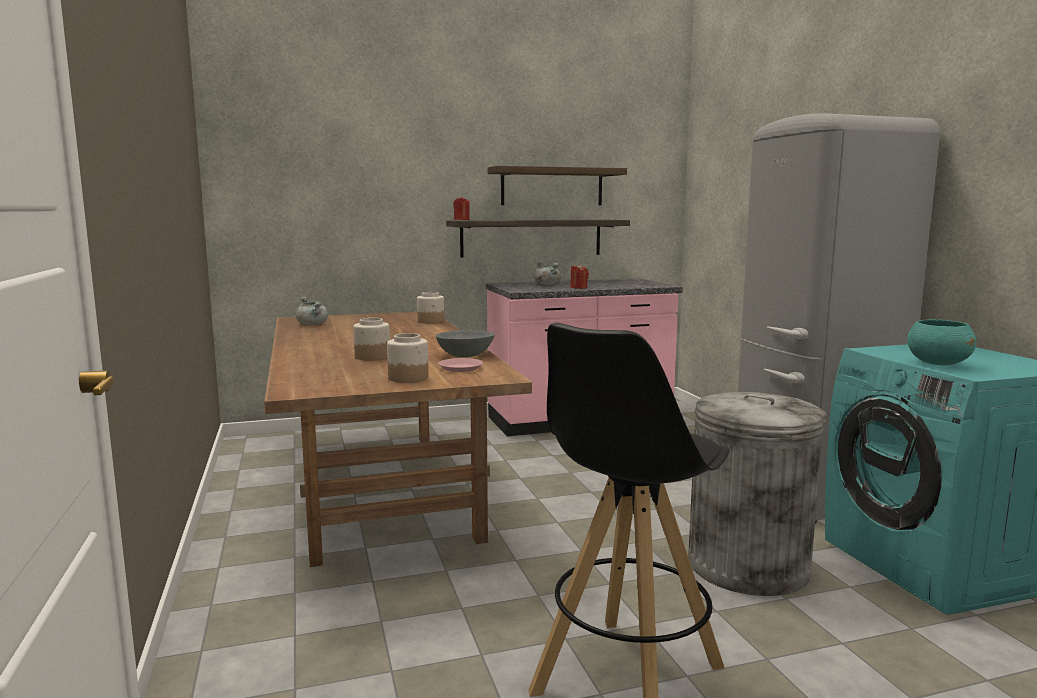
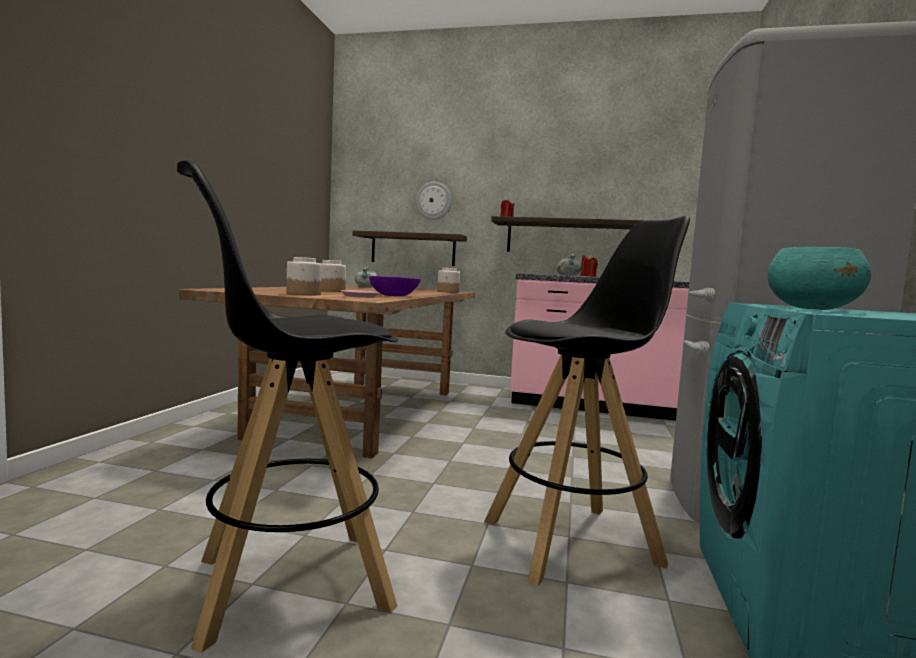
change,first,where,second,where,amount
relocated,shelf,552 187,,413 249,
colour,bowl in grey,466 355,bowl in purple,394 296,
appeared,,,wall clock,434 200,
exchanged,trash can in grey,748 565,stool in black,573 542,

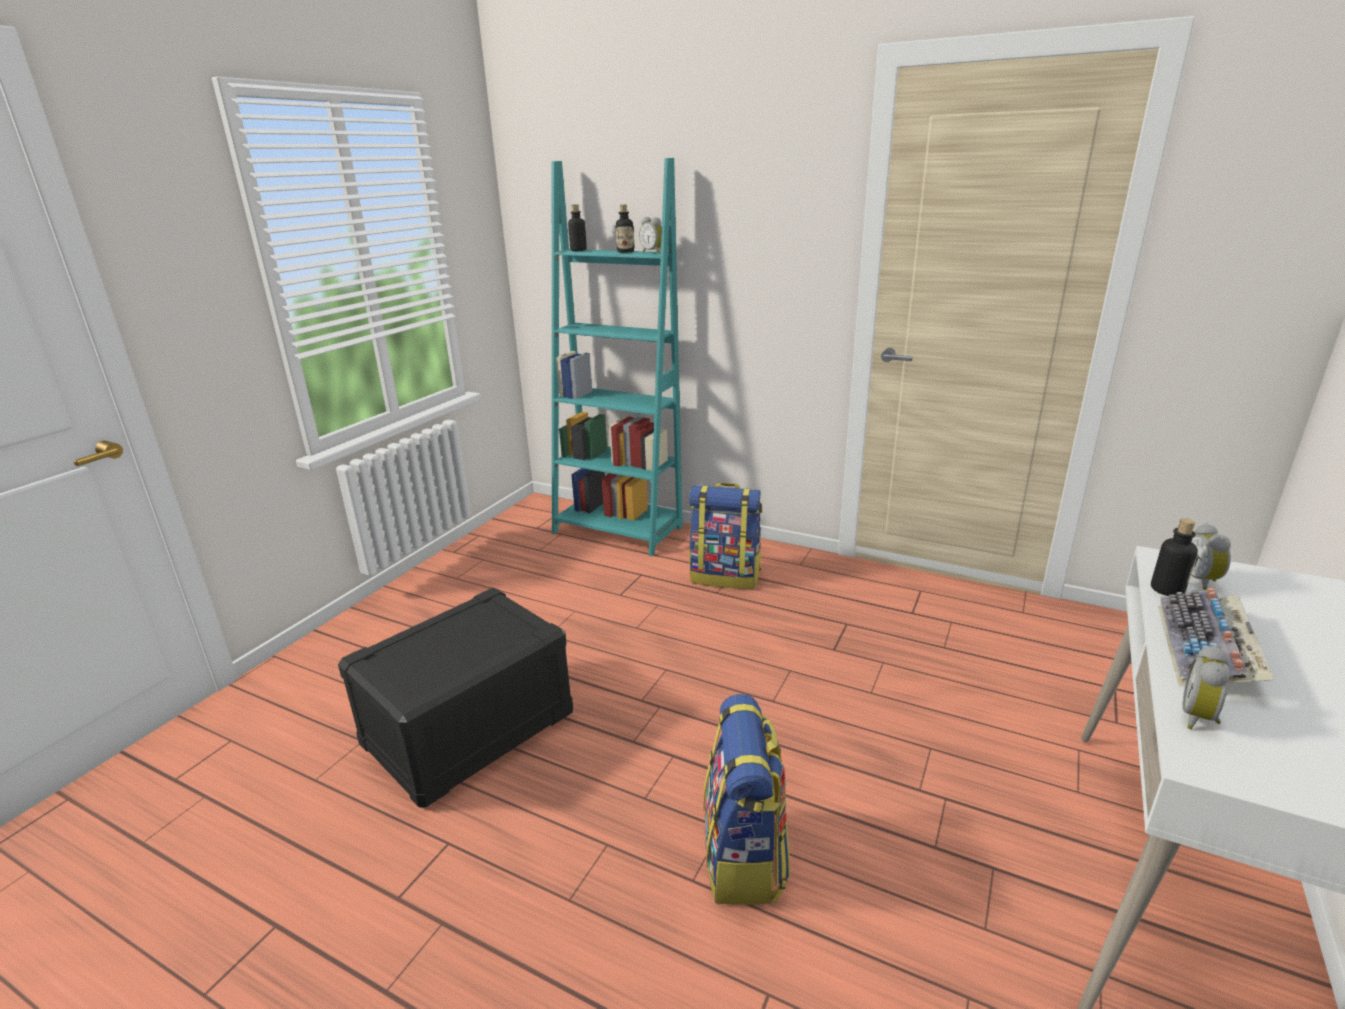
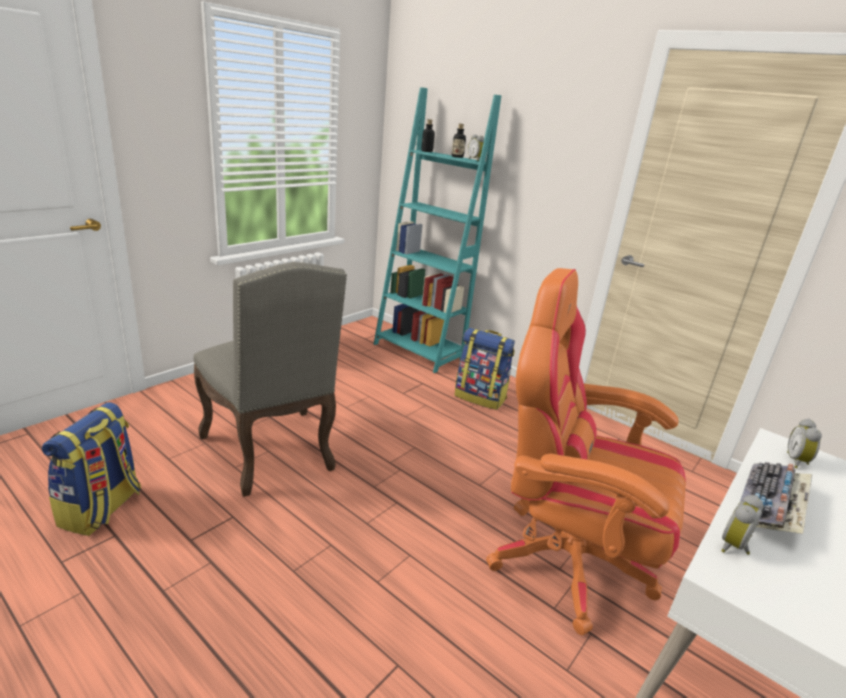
change,first,where,second,where,amount
relocated,backpack,745 857,,102 509,
exchanged,storage box in black,469 730,chair in grey,272 453,
appeared,,,office chair in orange,569 561,
missing,bottle,1167 590,,,

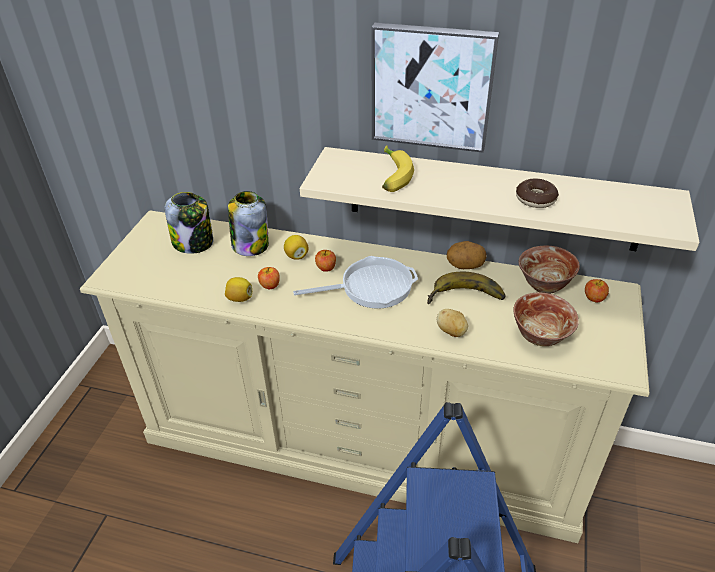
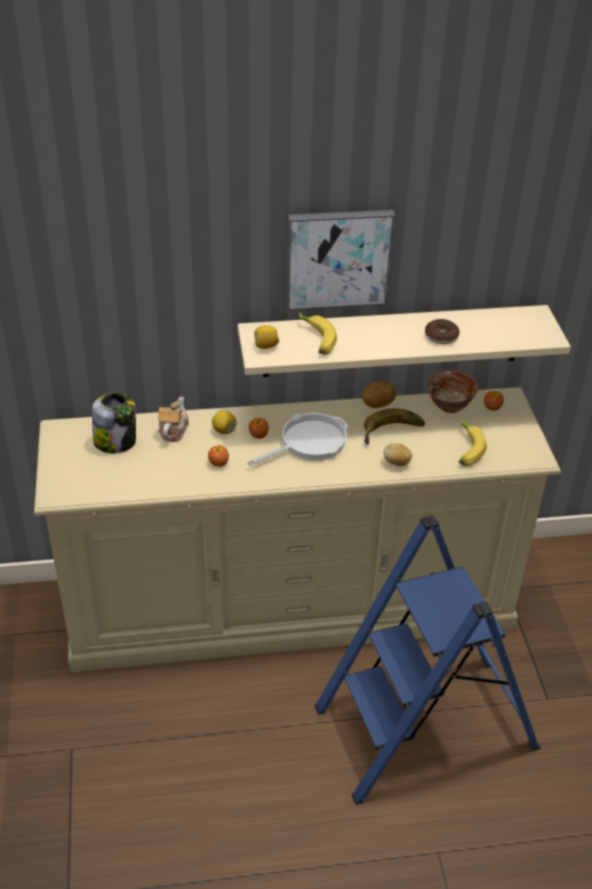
change,first,where,second,where,amount
exchanged,jar,250 245,teapot,173 430,
relocated,lemon,239 298,,266 346,
exchanged,bowl,540 336,banana,466 448,

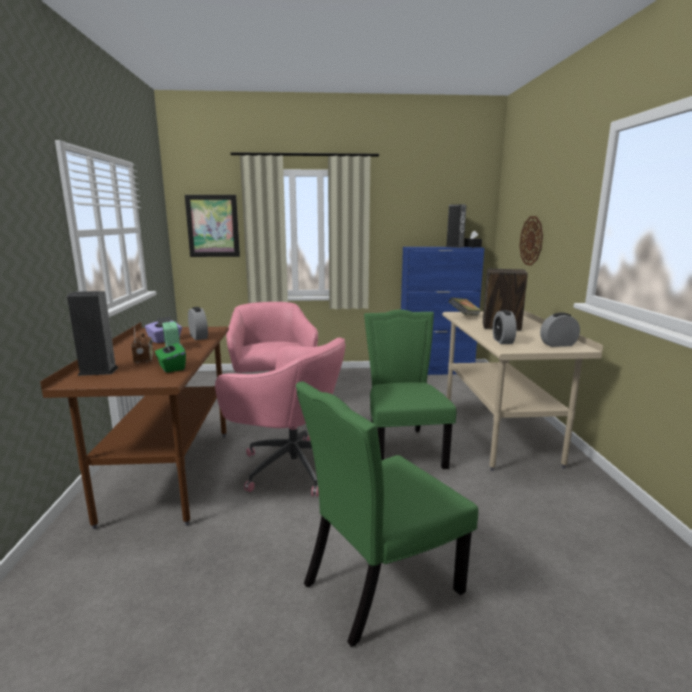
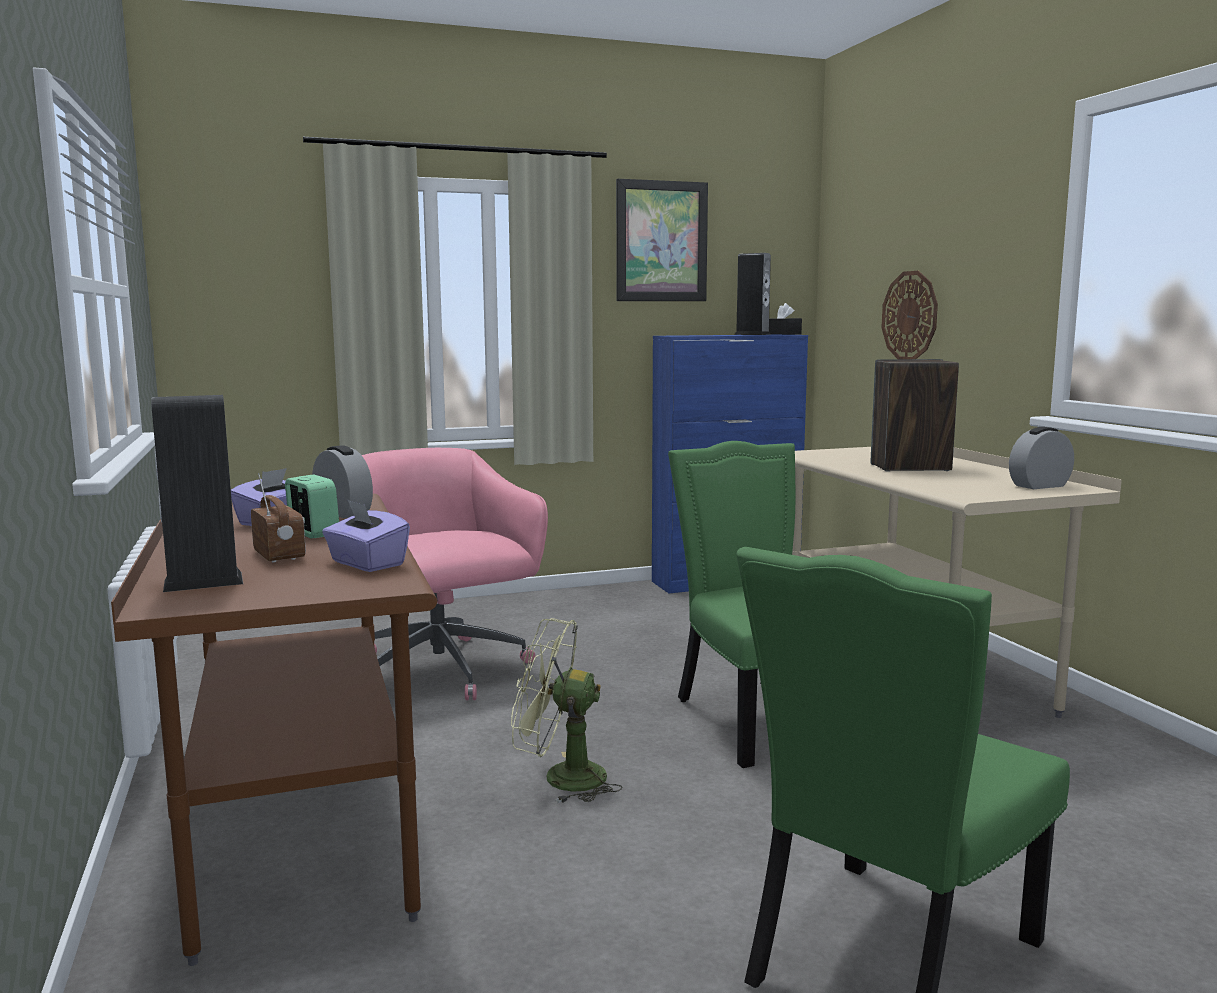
change,first,where,second,where,amount
colour,tissue box in green,171 367,tissue box in purple,366 564,
exchanged,office chair in pink,290 466,fan in green,561 778,
relocated,picture,213 226,,661 241,
missing,book,464 317,,,
missing,alarm clock,502 341,,,

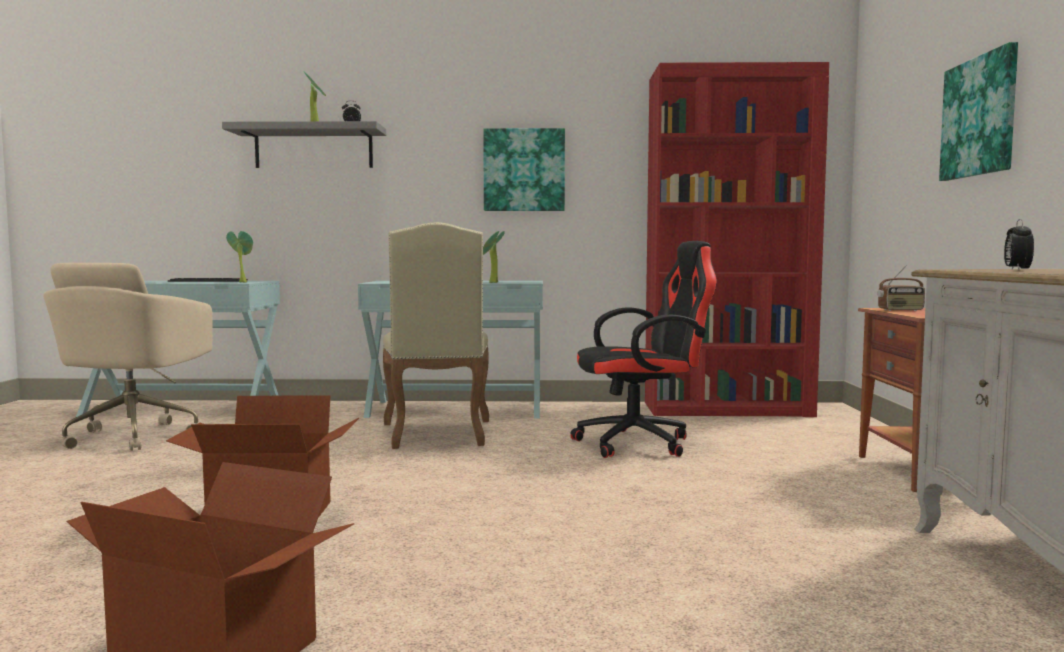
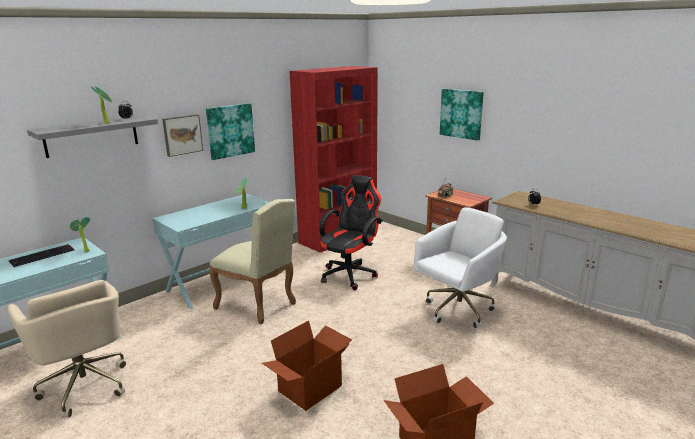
change,first,where,second,where,amount
appeared,,,picture,182 135,
appeared,,,office chair in white,456 312,

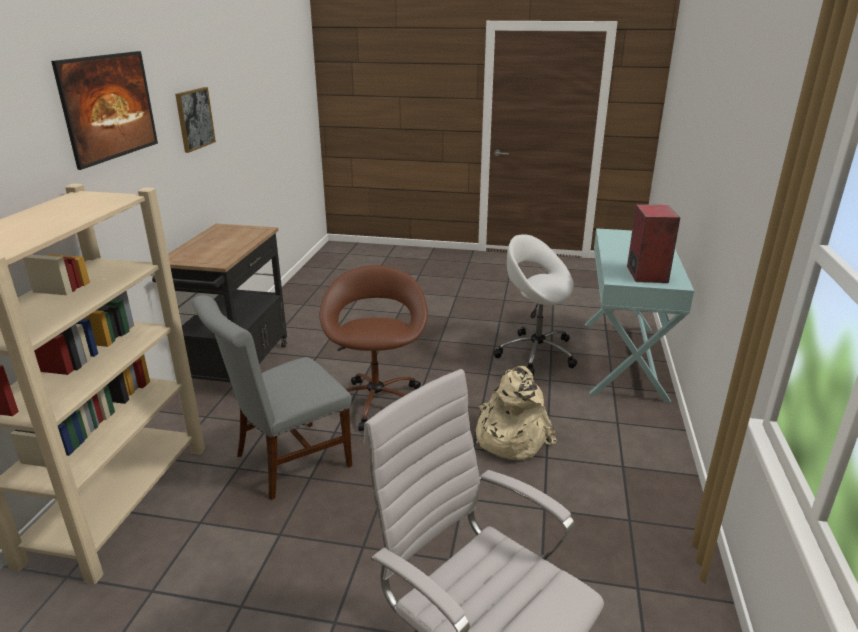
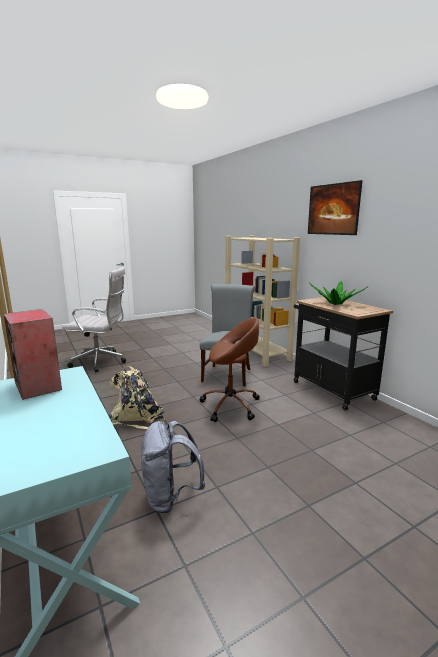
change,first,where,second,where,amount
exchanged,office chair in white,535 353,backpack in grey,170 497,
spun,office chair in brown,378 402,,232 405,45 degrees counterclockwise
appeared,,,potted plant,335 304,
missing,picture,194 119,,,

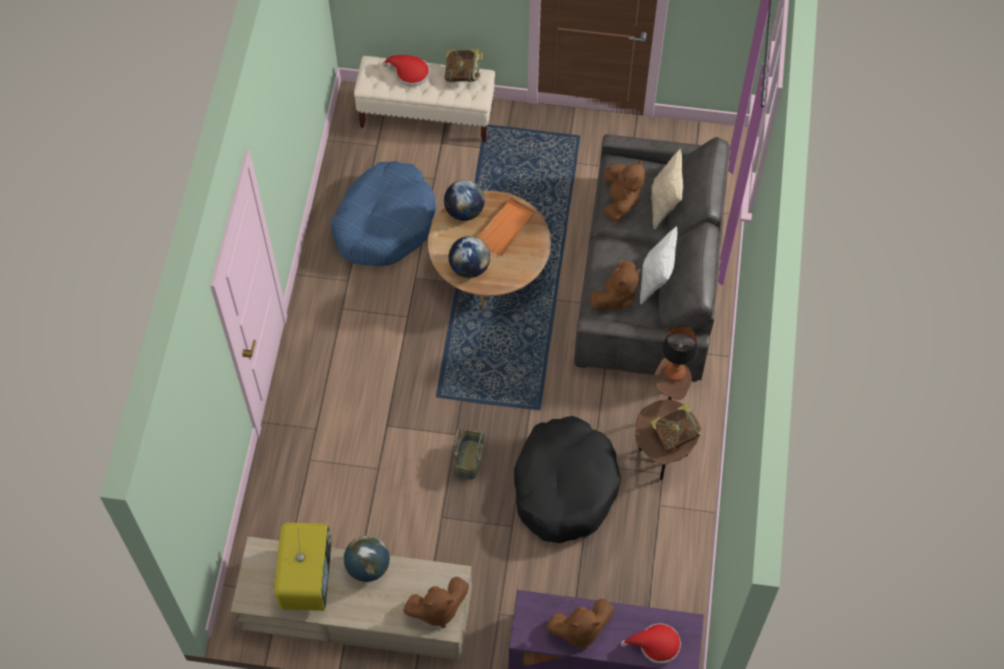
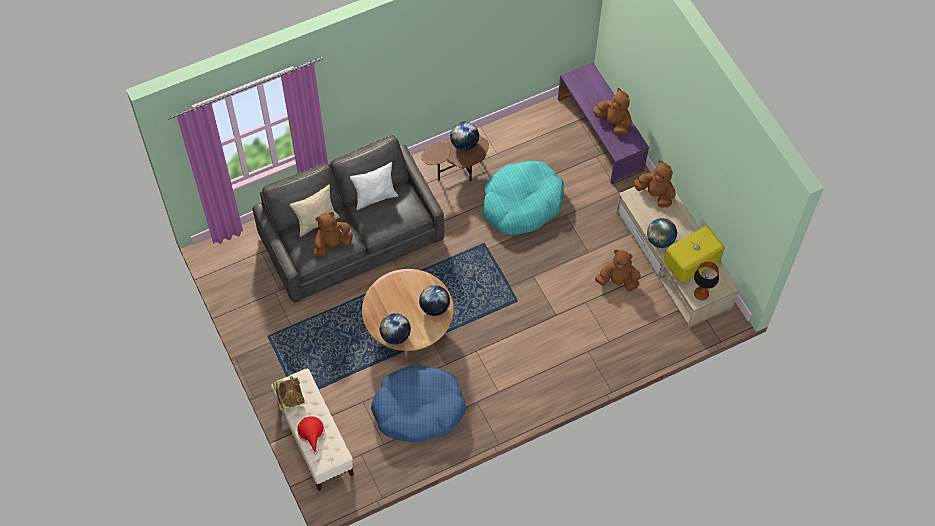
change,first,where,second,where,amount
exchanged,book,674 434,globe,464 144,
colour,dog bed in black,564 486,dog bed in turquoise,521 203,
relocated,plush toy in brown,615 297,,618 281,
relocated,table lamp,675 372,,700 294,
missing,basket,468 459,,,
missing,tray in orange,505 228,,,
missing,hat in red,655 645,,,

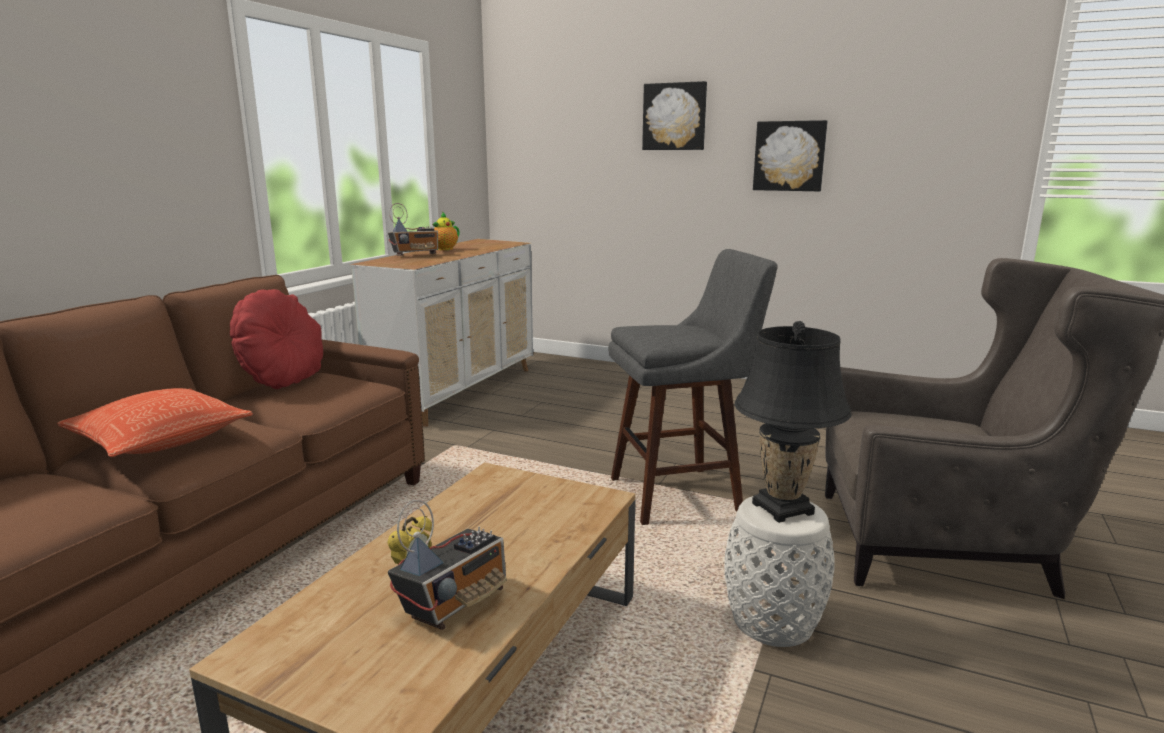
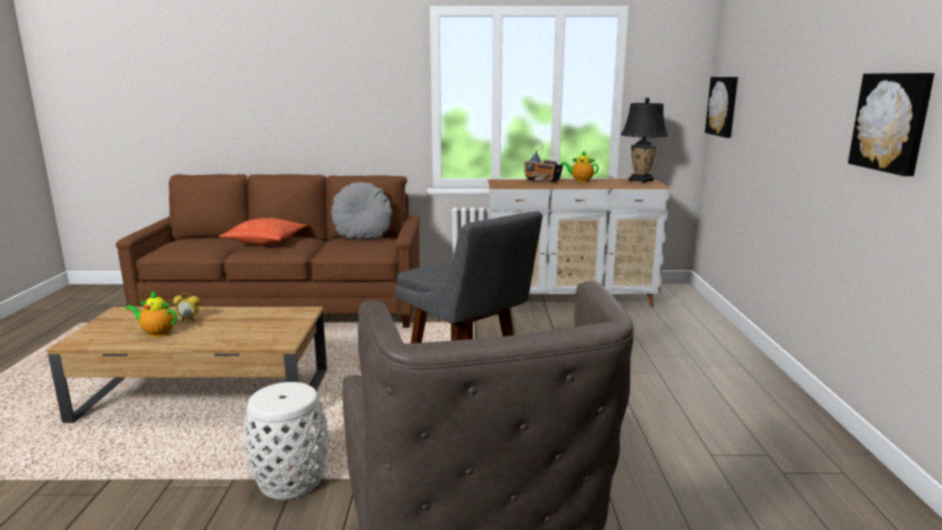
change,first,where,second,where,amount
exchanged,radio,455 603,teapot,157 333,
colour,pillow in red,283 382,pillow in grey,363 237,
relocated,table lamp in black,782 508,,640 181,
relocated,picture,674 116,,723 106,

